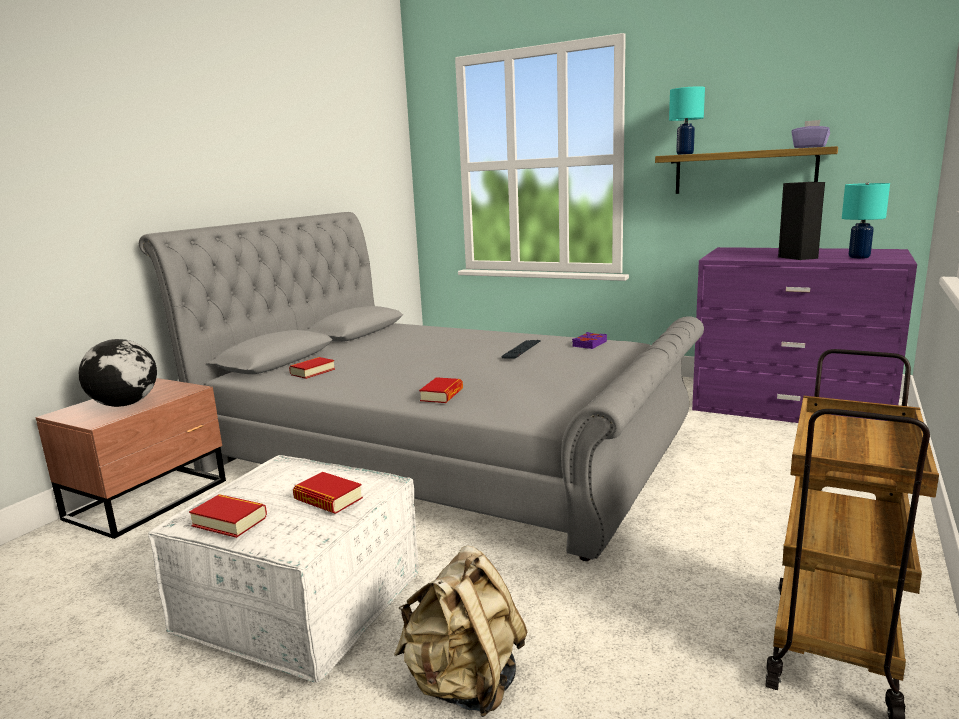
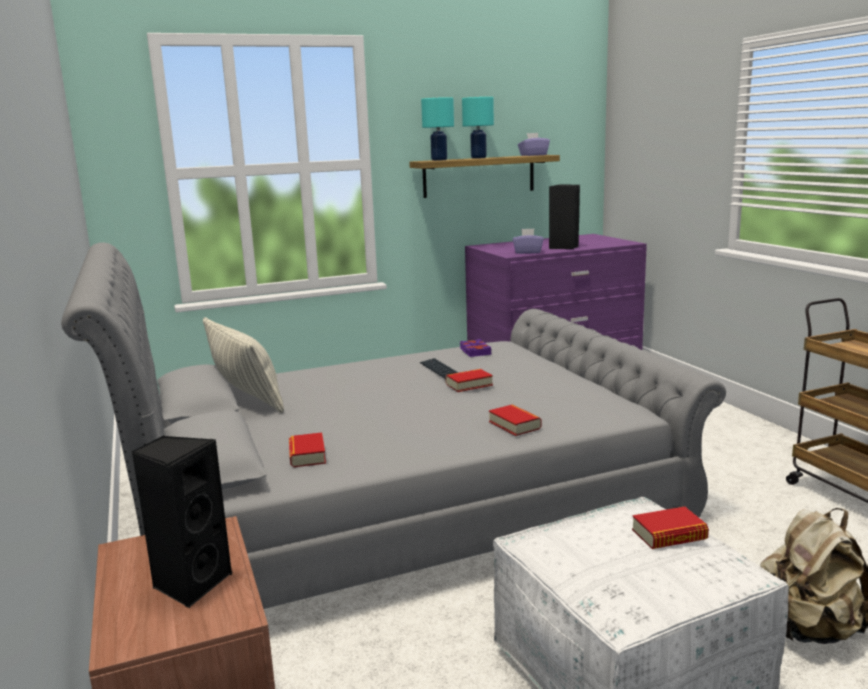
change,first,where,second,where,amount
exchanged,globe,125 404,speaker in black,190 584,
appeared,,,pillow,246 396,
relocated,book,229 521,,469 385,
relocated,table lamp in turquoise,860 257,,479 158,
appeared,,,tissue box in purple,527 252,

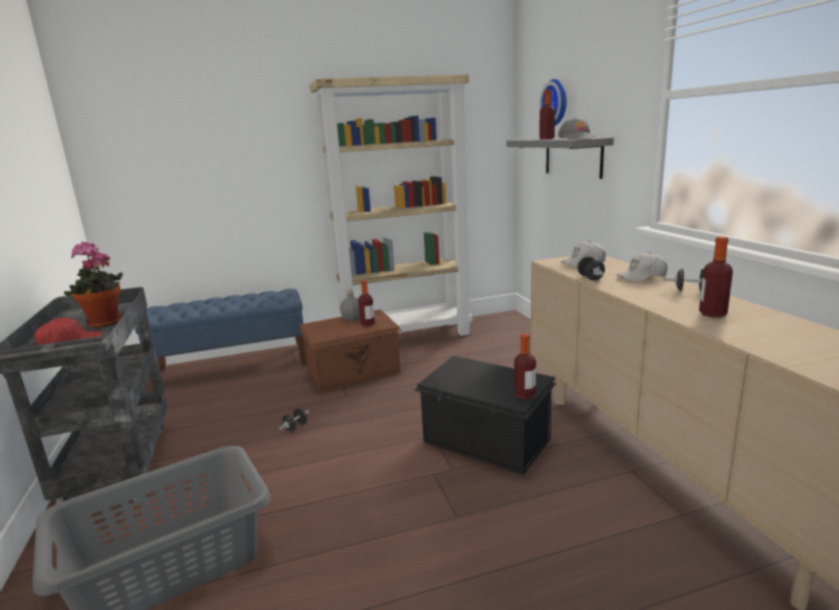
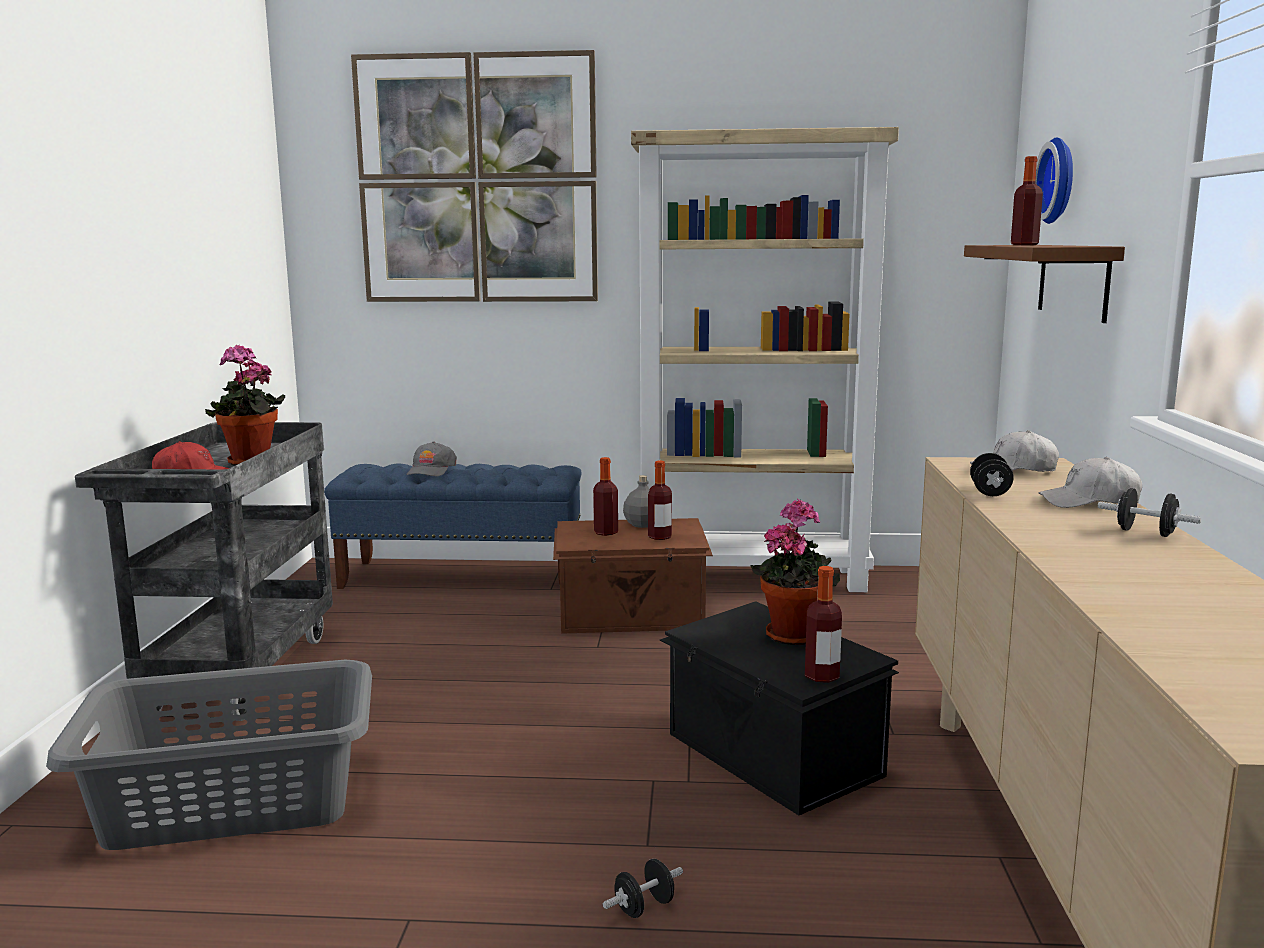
change,first,where,second,where,amount
appeared,,,picture,478 180,
relocated,cap in grey,577 138,,431 470,
relocated,bottle,712 314,,606 533,
relocated,dumbbell in black,295 427,,644 907,
appeared,,,potted plant,793 634,
colour,shelf in grey,573 157,shelf in brown,1073 280,

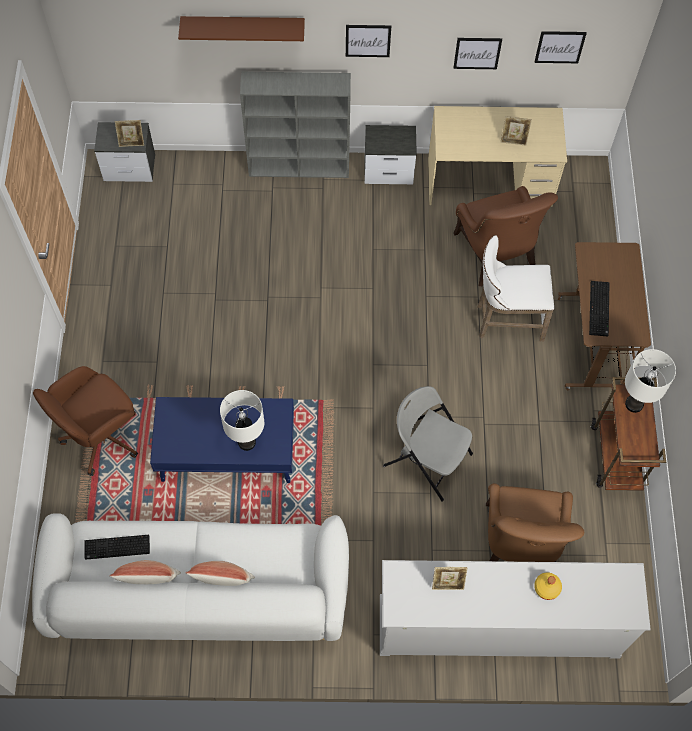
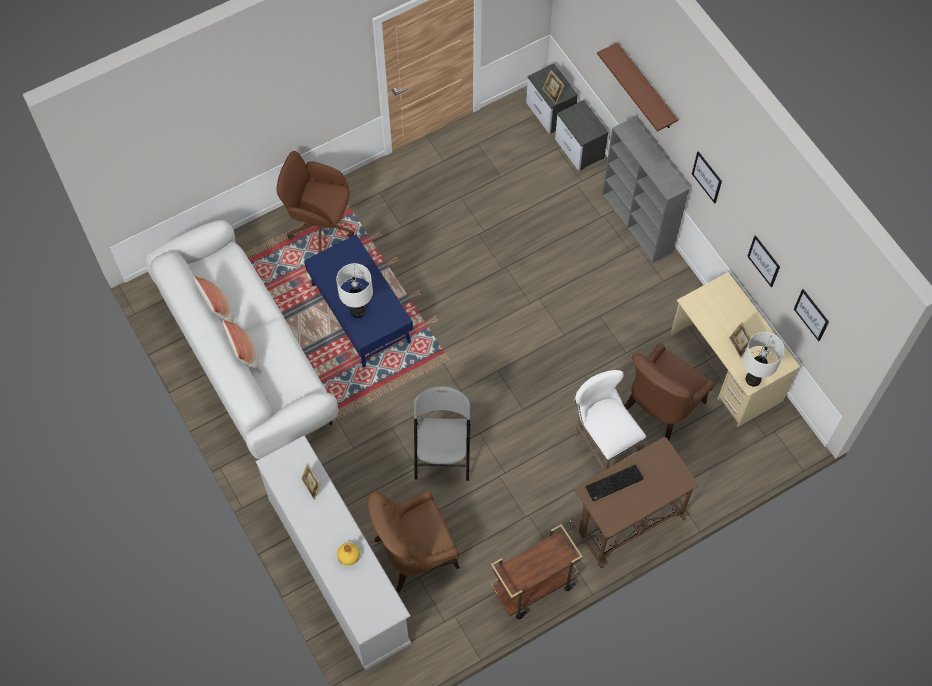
change,first,where,second,where,amount
relocated,nightstand,389 171,,579 149,
relocated,table lamp in white,633 404,,753 379,
missing,keyboard,116 548,,,

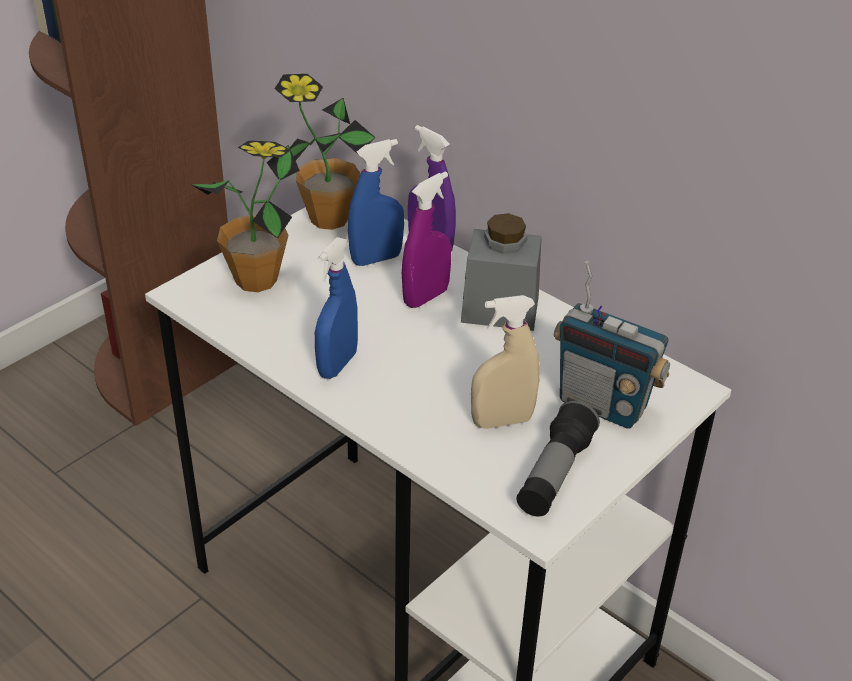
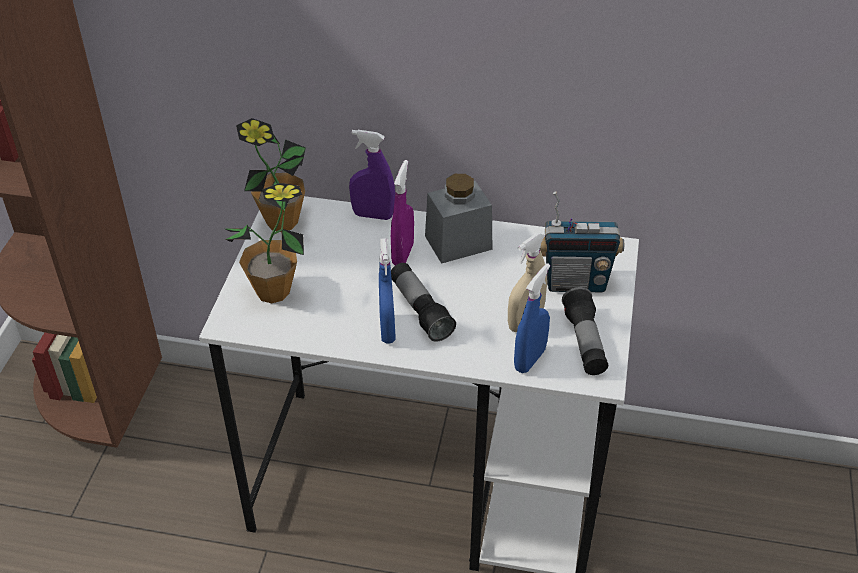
change,first,where,second,where,amount
appeared,,,flashlight,420 310,
relocated,spray bottle in blue,376 259,,529 359,

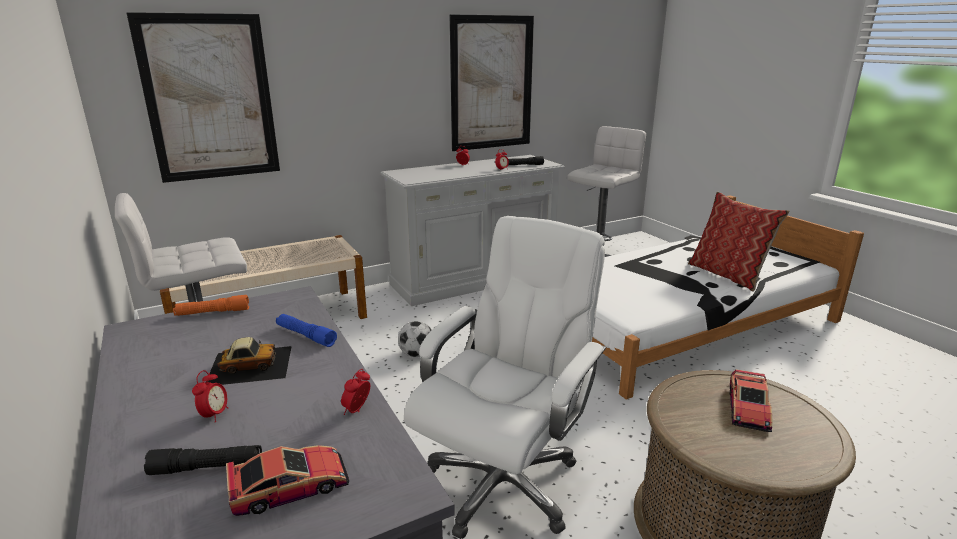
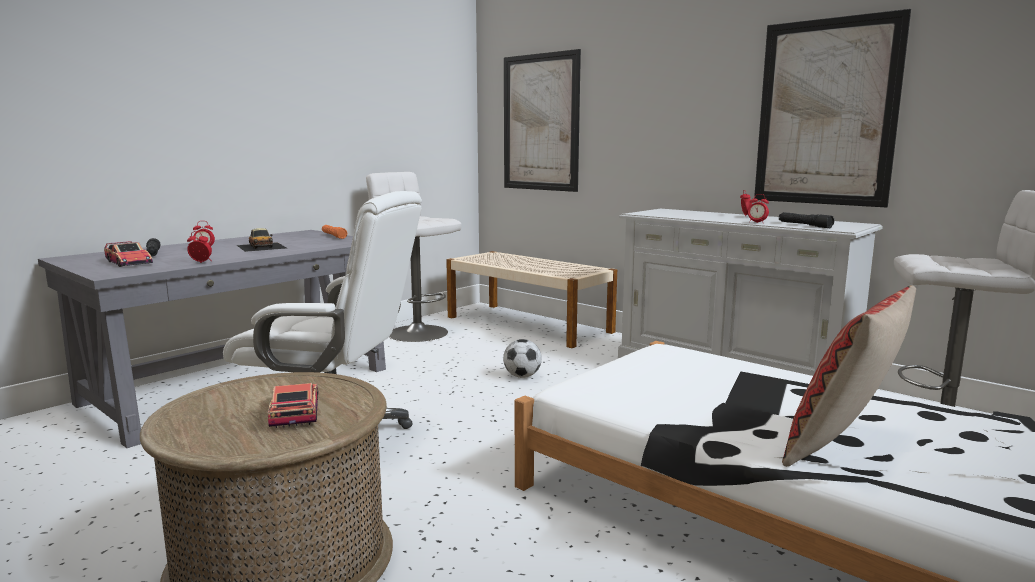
change,first,where,second,where,amount
spun,toy car,748 408,,295 412,75 degrees clockwise
missing,flashlight in blue,306 336,,,

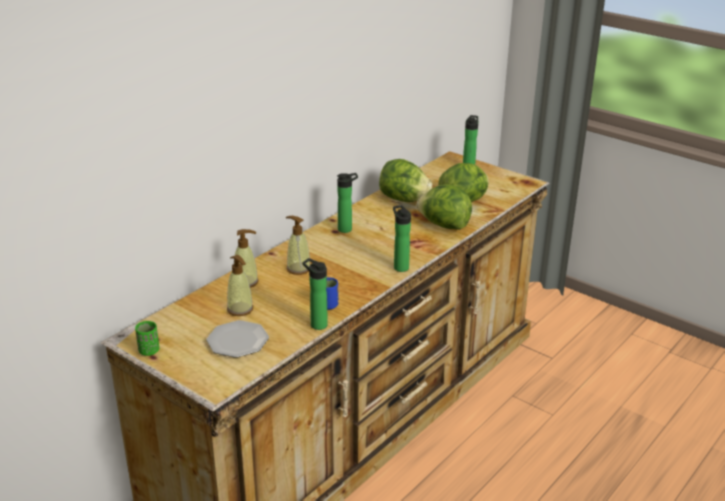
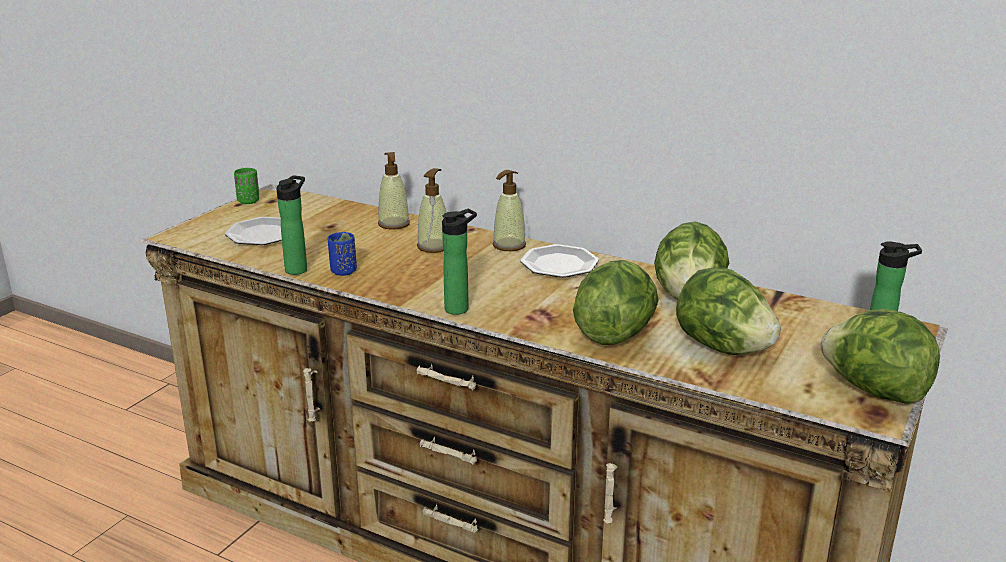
change,first,where,second,where,amount
relocated,soap dispenser,240 309,,509 245,
exchanged,bottle,347 229,plate,559 264,
appeared,,,lettuce,874 391,

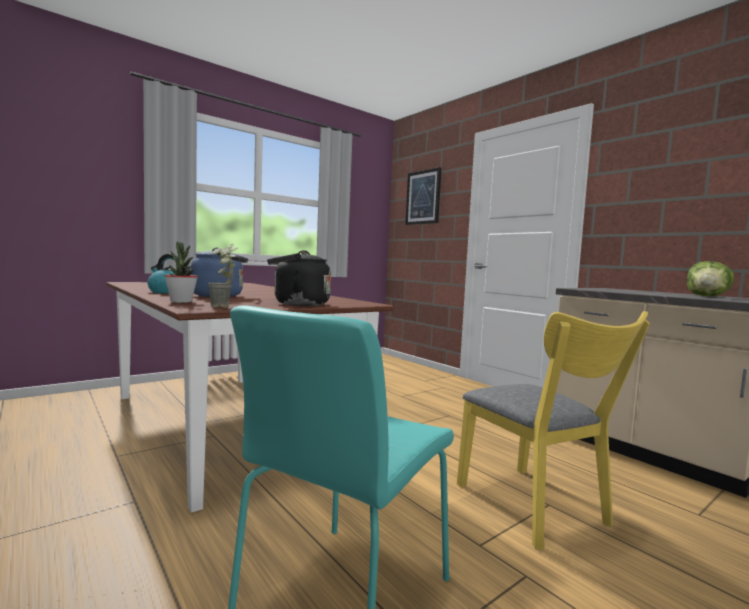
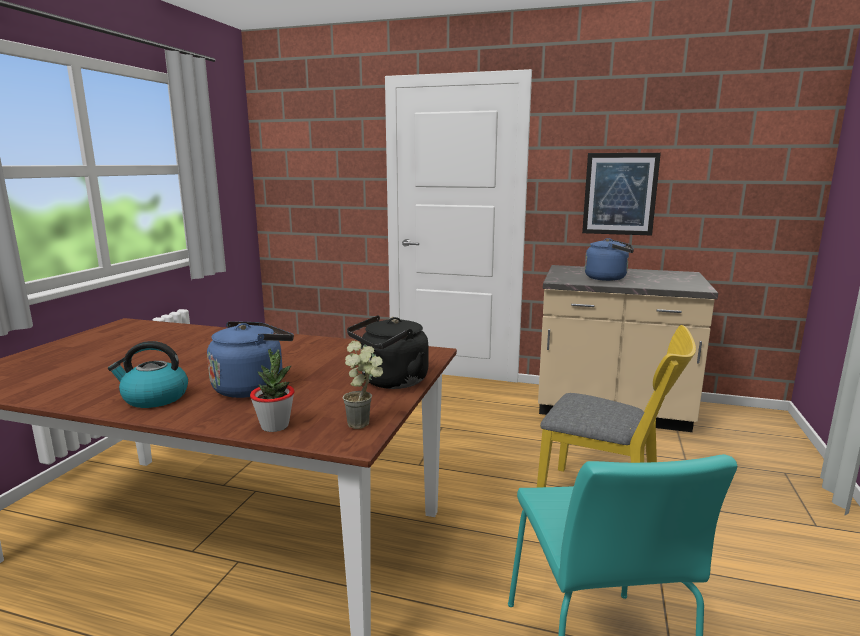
change,first,where,second,where,amount
relocated,picture,423 197,,619 194,
appeared,,,kettle in blue,608 278,
missing,lettuce,707 296,,,

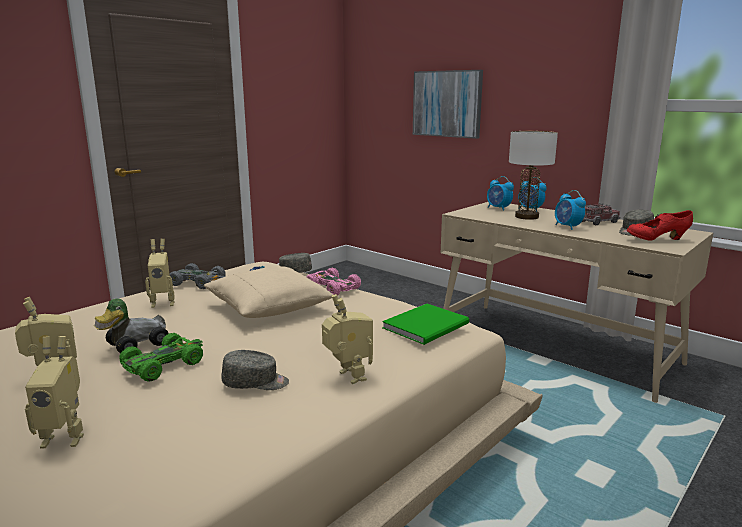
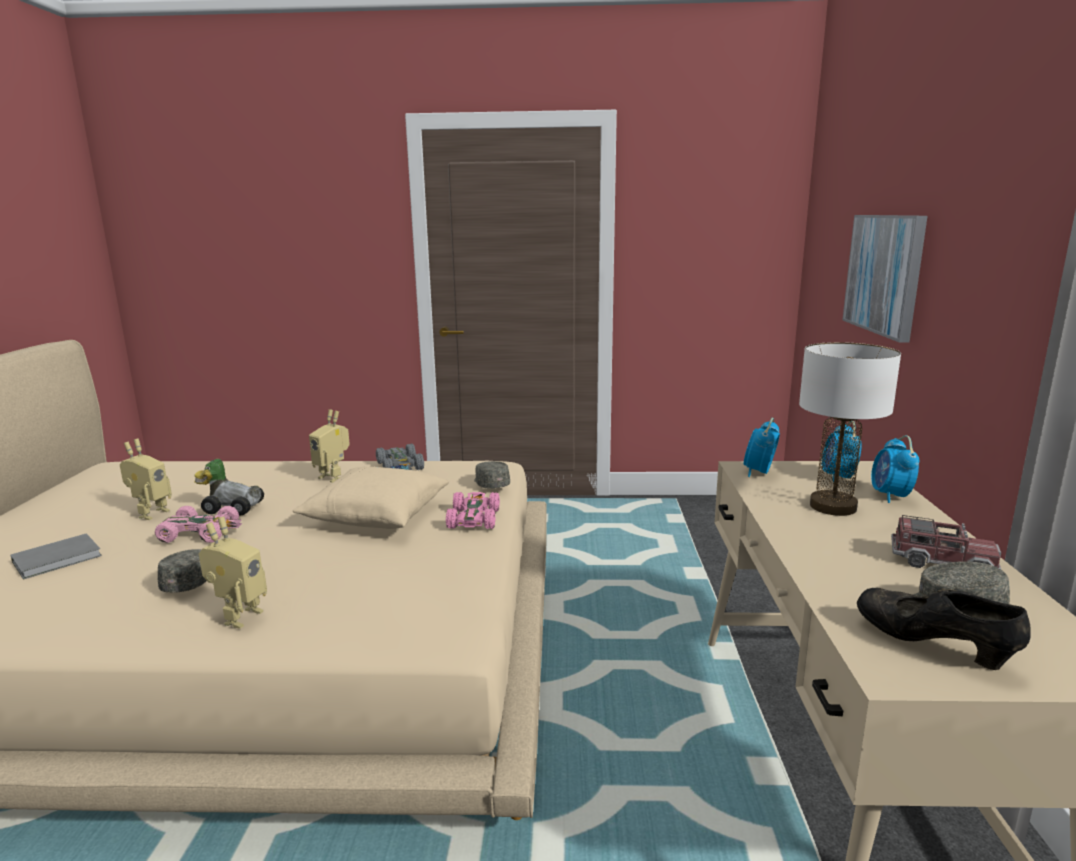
change,first,where,second,where,amount
exchanged,toy robot,65 437,book in grey,60 558,
colour,toy car in green,164 364,toy car in pink,201 533,
spun,cap in grey,256 383,,191 581,135 degrees counterclockwise
relocated,alarm clock,567 227,,759 472,
colour,shoe in red,656 240,shoe in black,932 646,
missing,book in green,428 326,,,

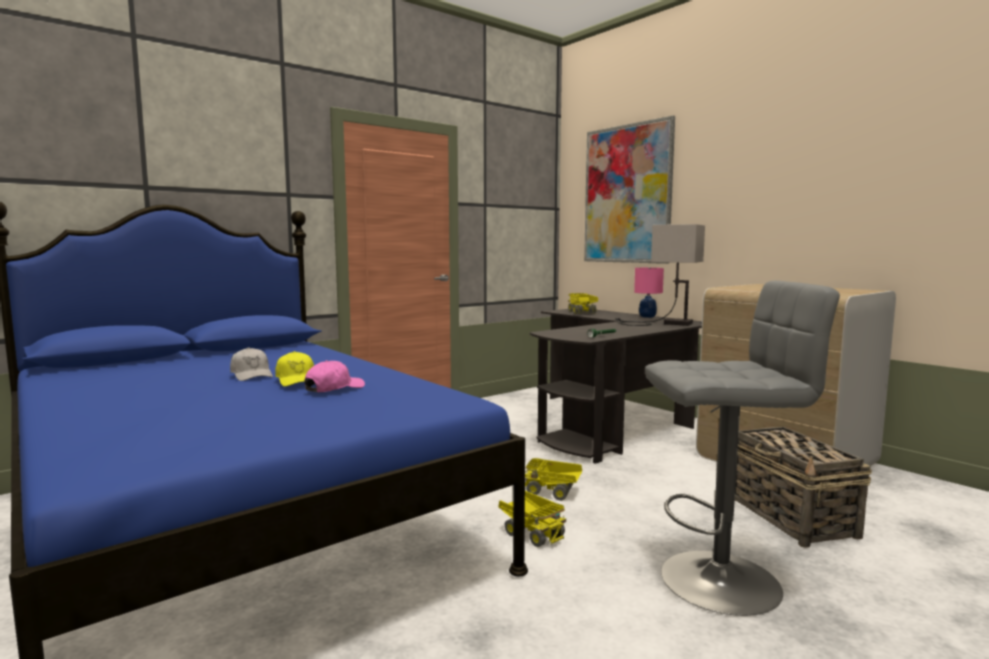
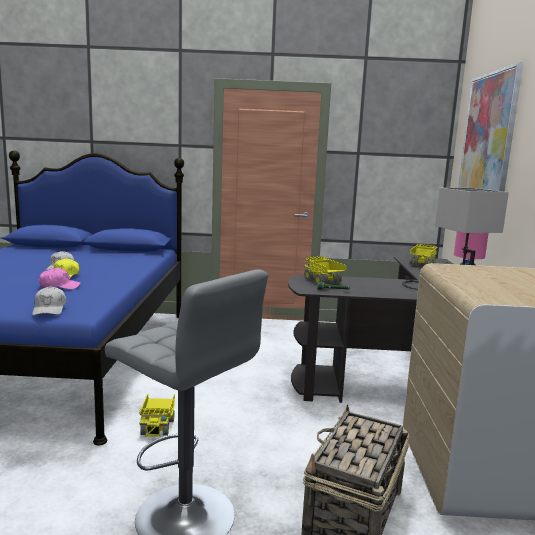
change,first,where,second,where,amount
appeared,,,cap in white,49 309,
relocated,toy truck,553 492,,323 281,

